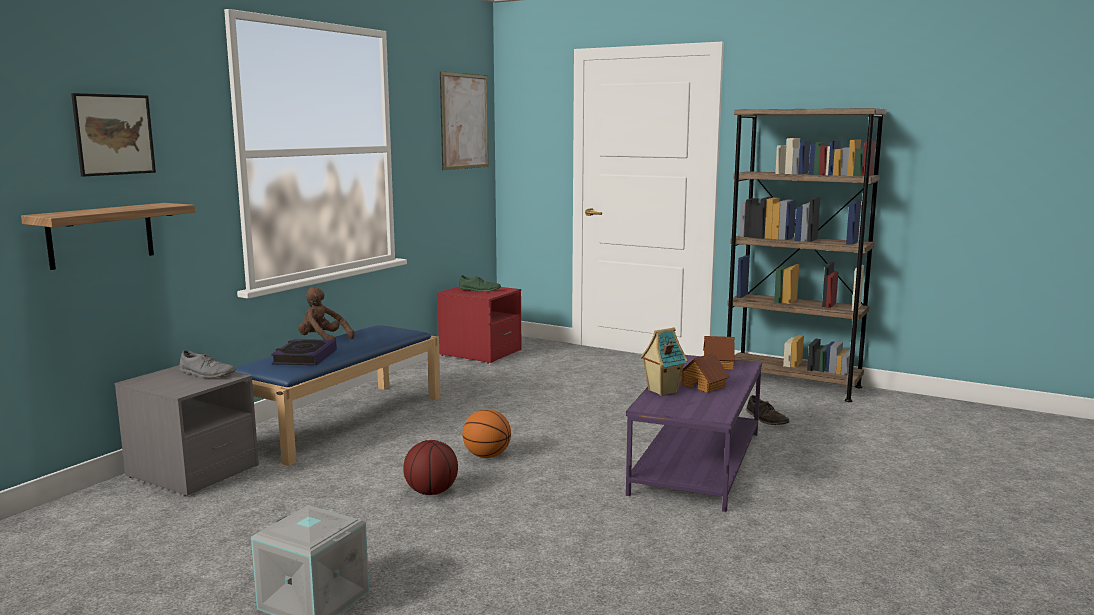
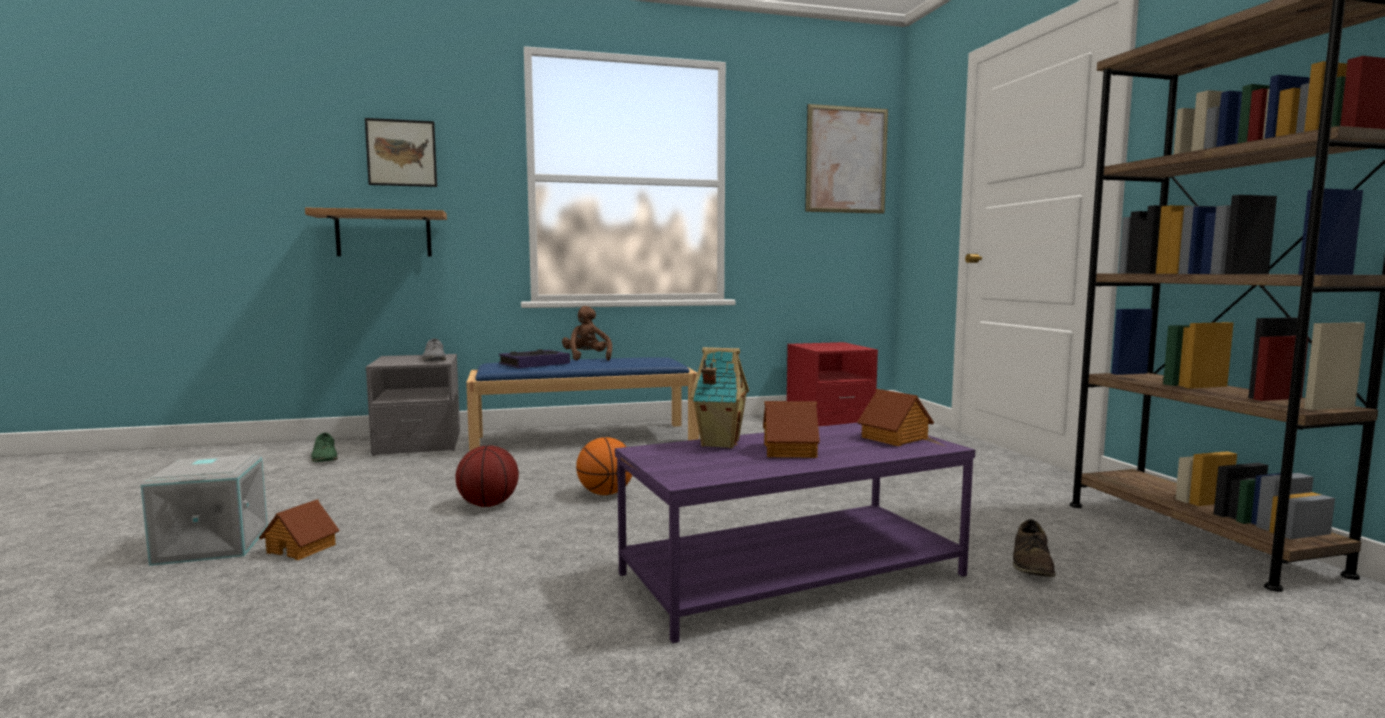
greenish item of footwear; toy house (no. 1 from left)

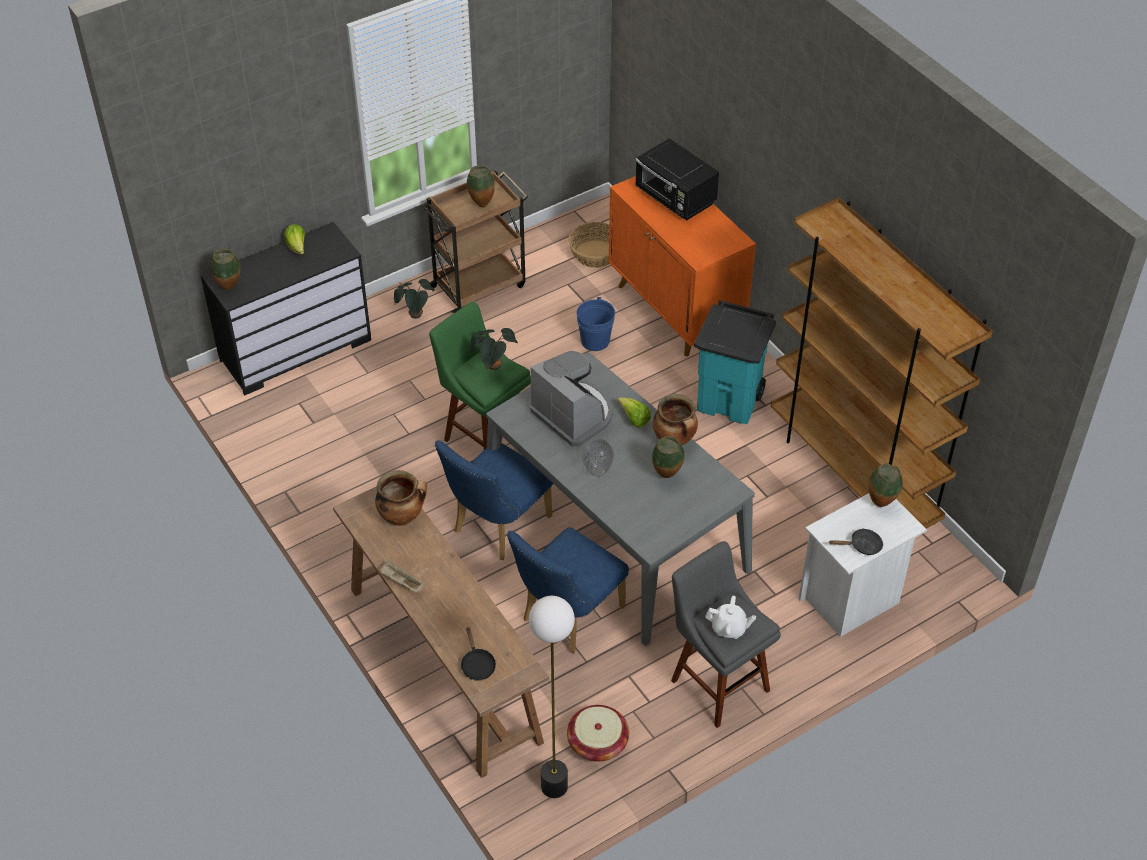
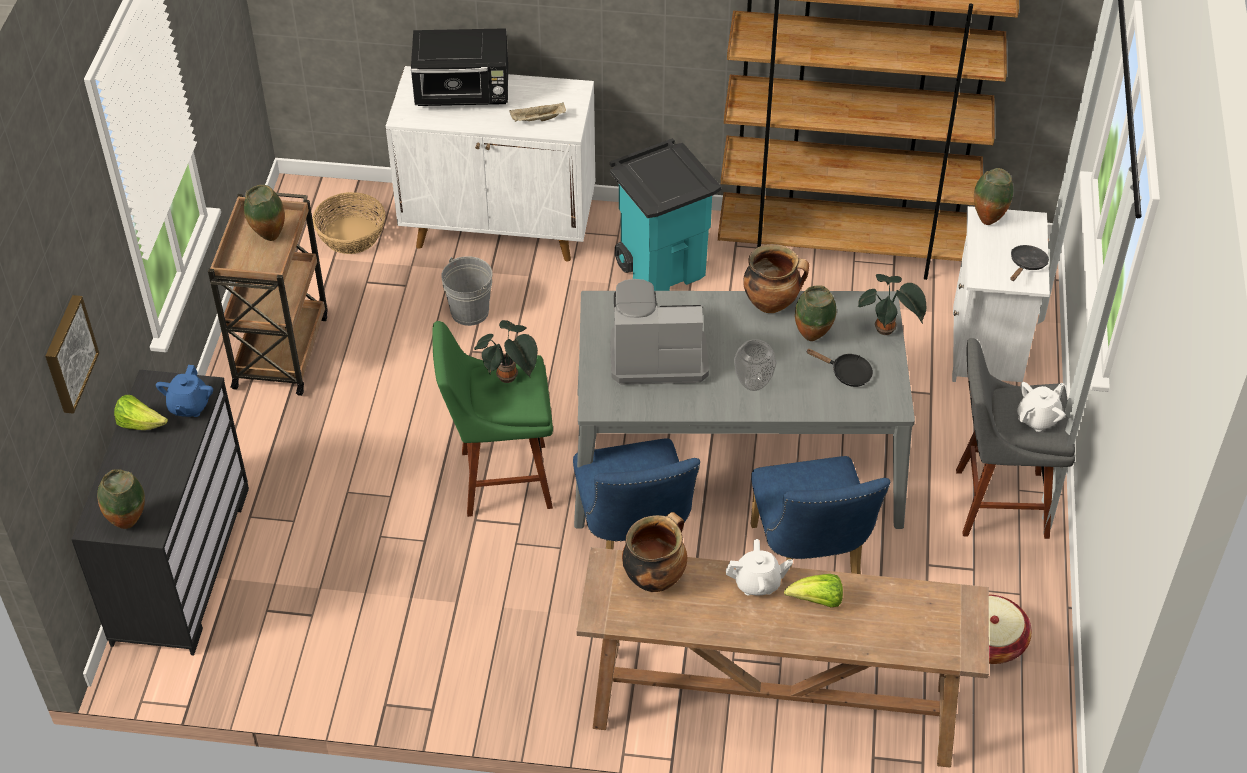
white cupboard; houseplant (no. 2 from left); greyish pail; lettuce (no. 2 from left); beige tray; standing lamp; blackish pan (no. 1 from left); wall picture; blue pot for tea; white pot for tea (no. 1 from left)

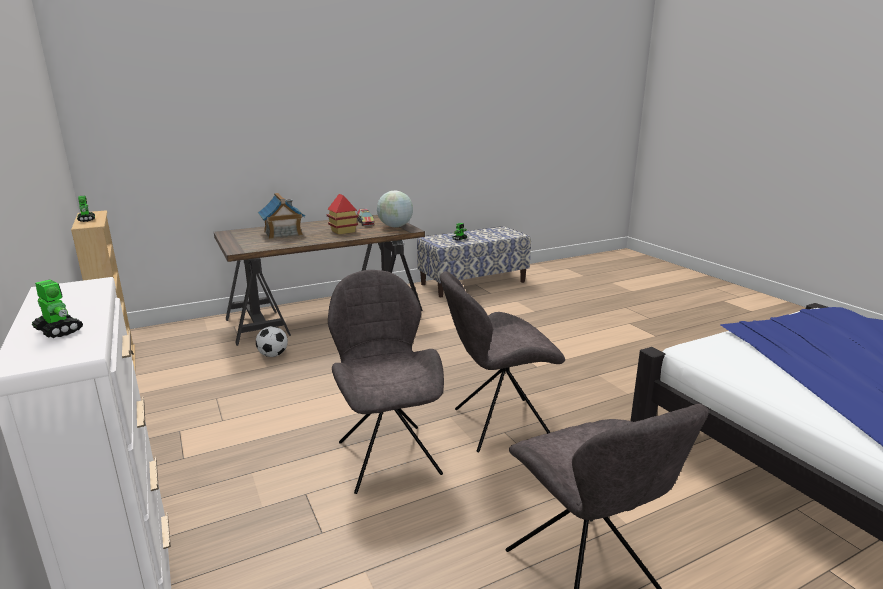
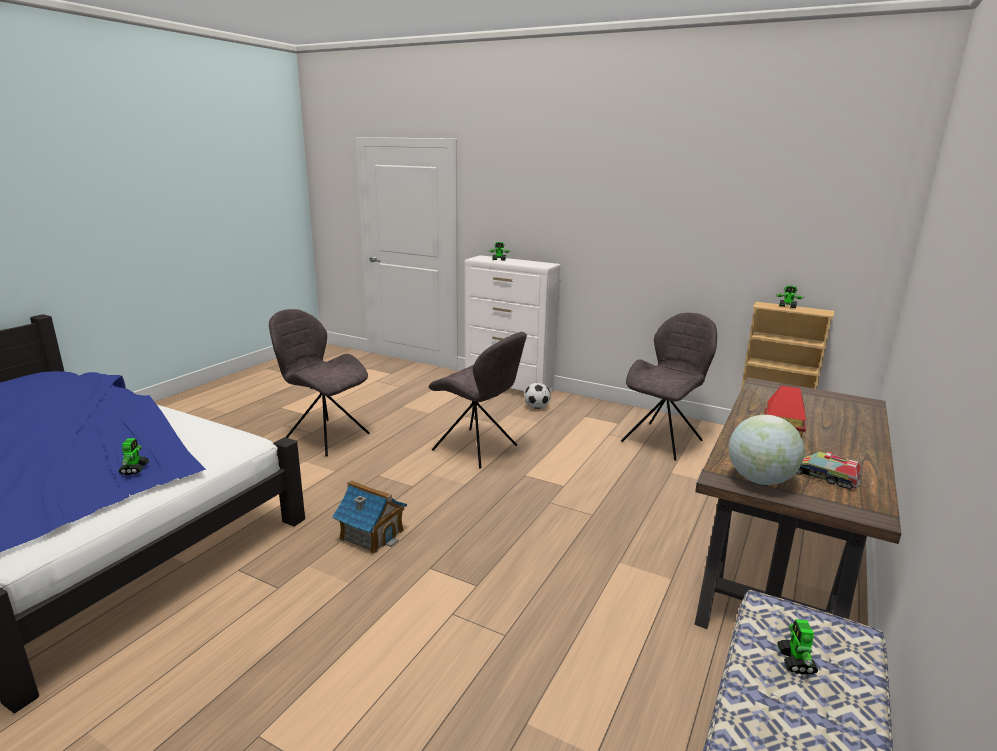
toy house (no. 1 from left); greyish chair (no. 3 from left); football; toy robot (no. 1 from left)

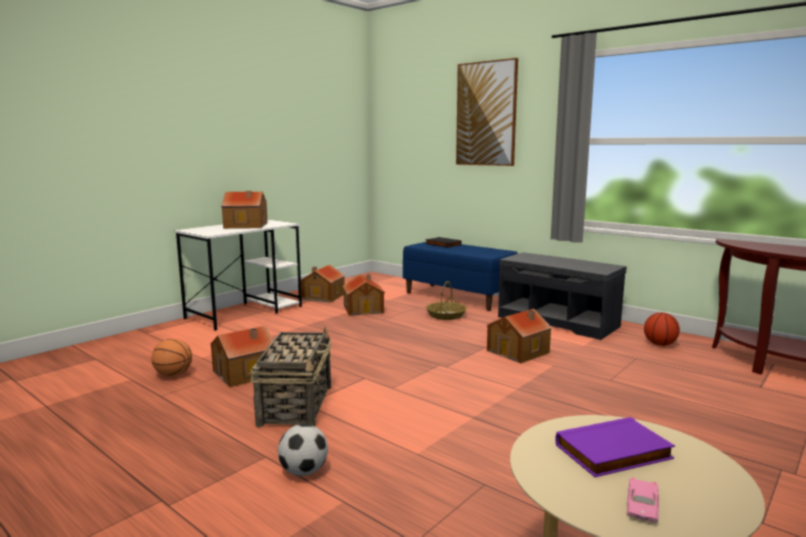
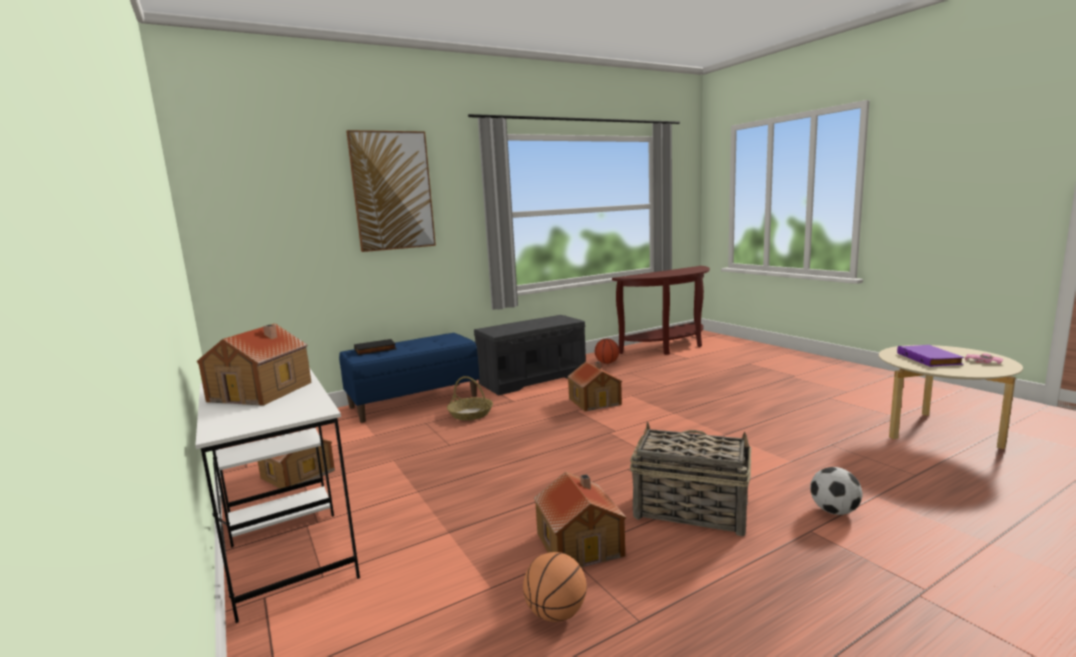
toy house (no. 4 from left in the first image)

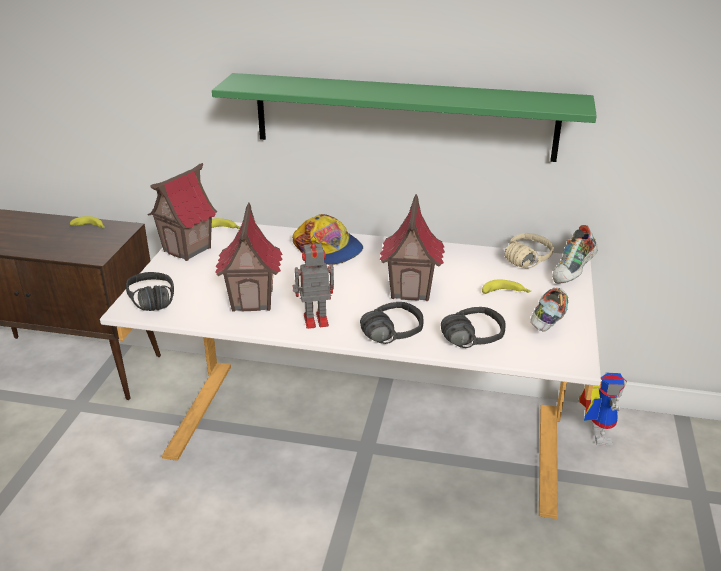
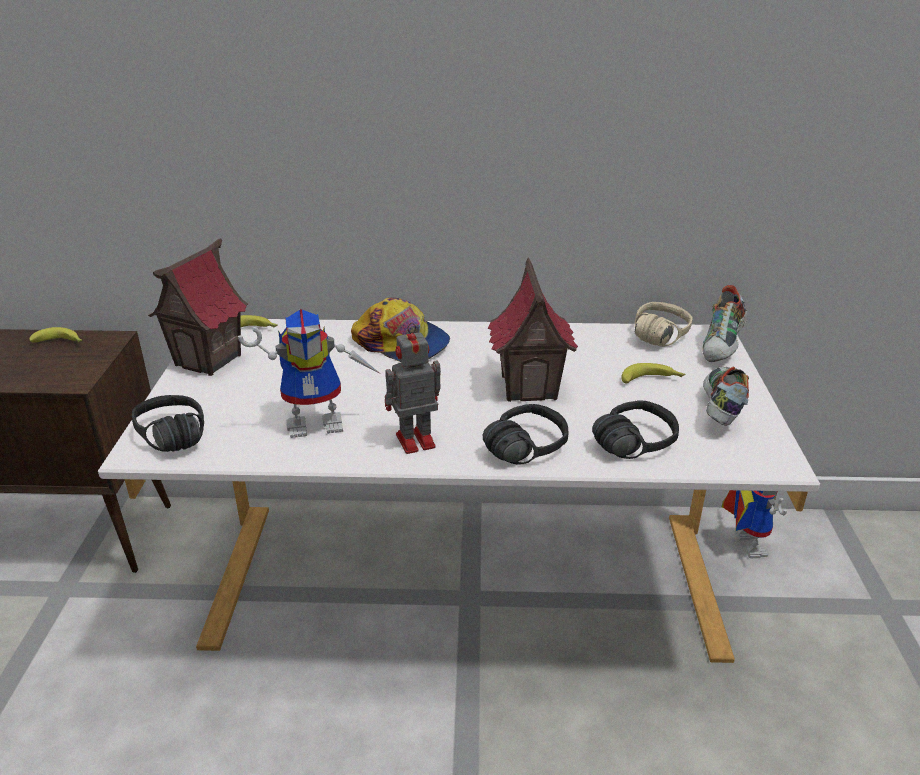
greenish shelf; toy robot (no. 1 from left)

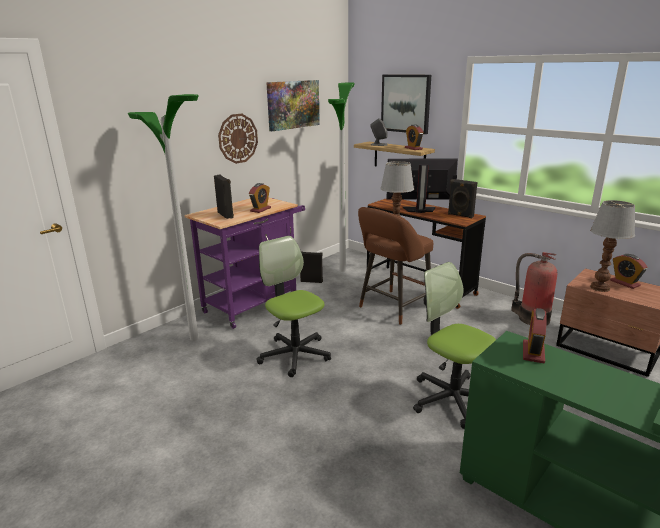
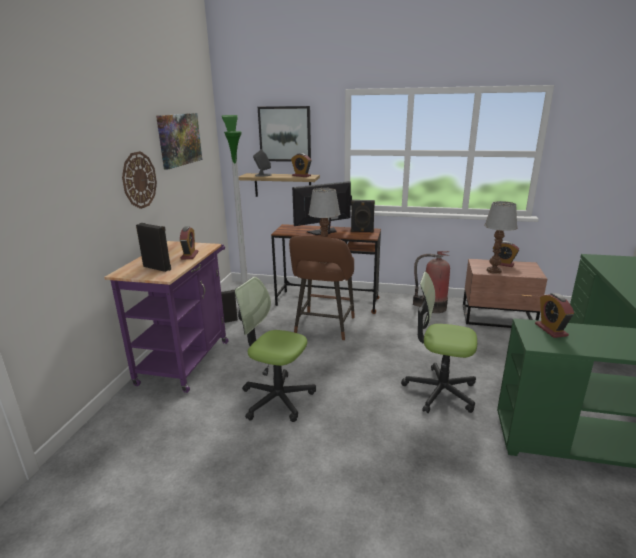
standing lamp (no. 1 from left in the first image)

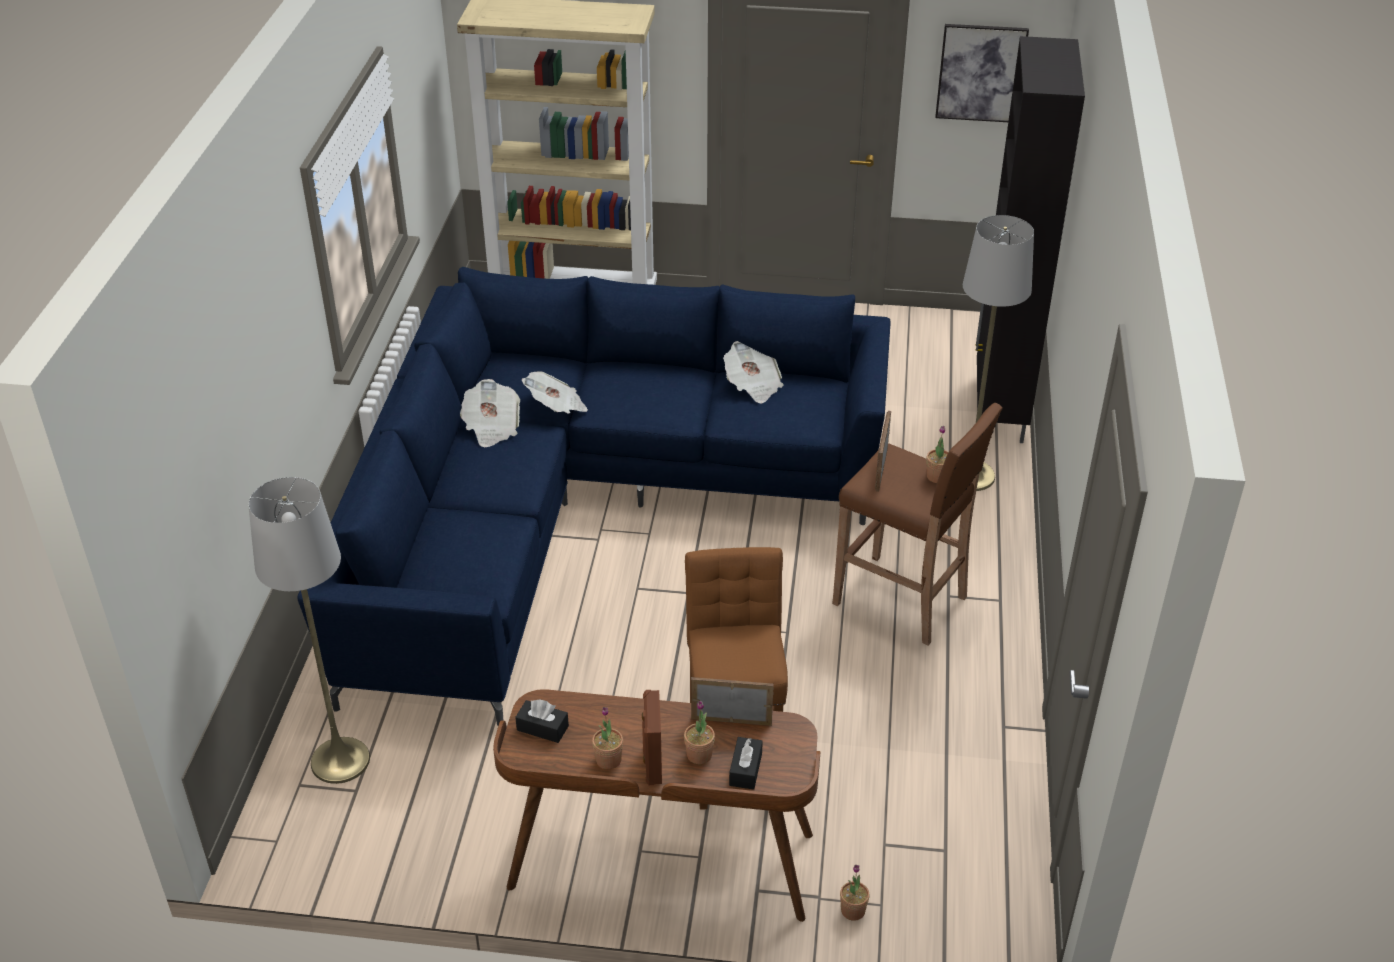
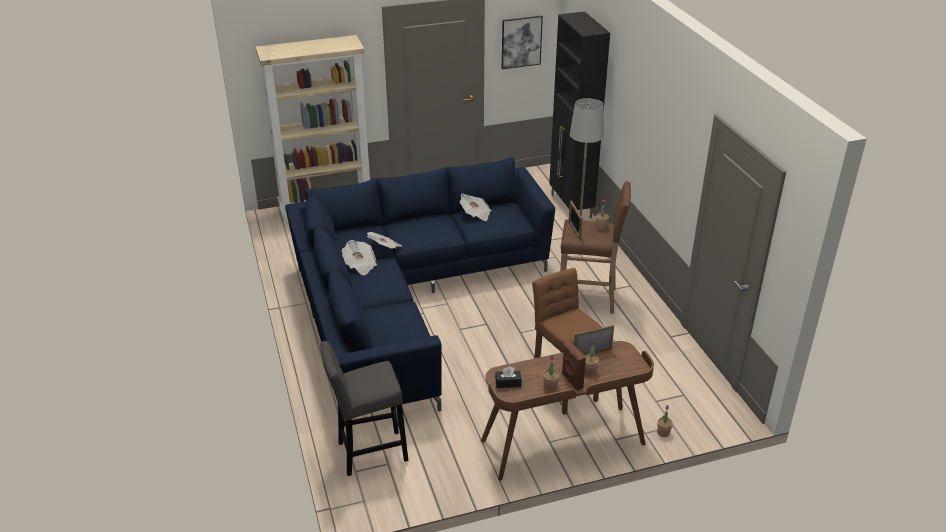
greyish sitting stool; blackish tissue box (no. 2 from left in the first image)

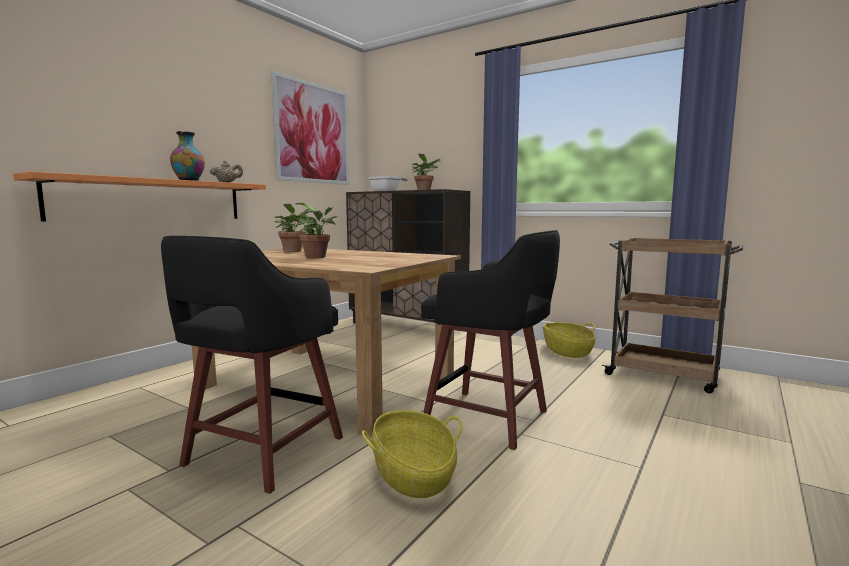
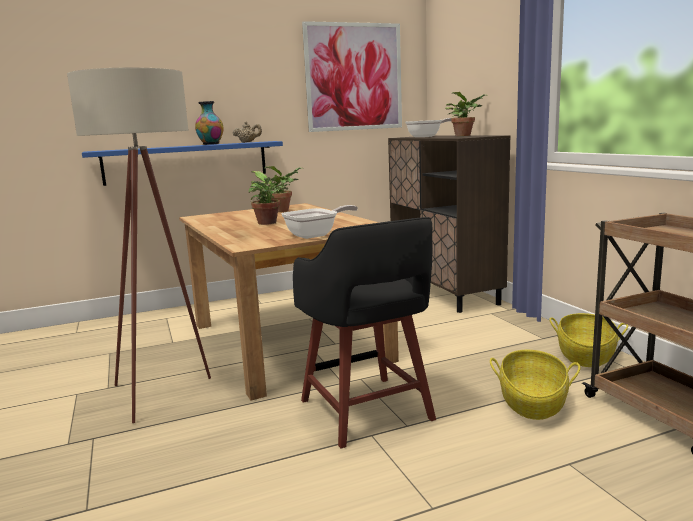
blue shelf; beige standing lamp; basket (no. 1 from left); pan (no. 1 from left)

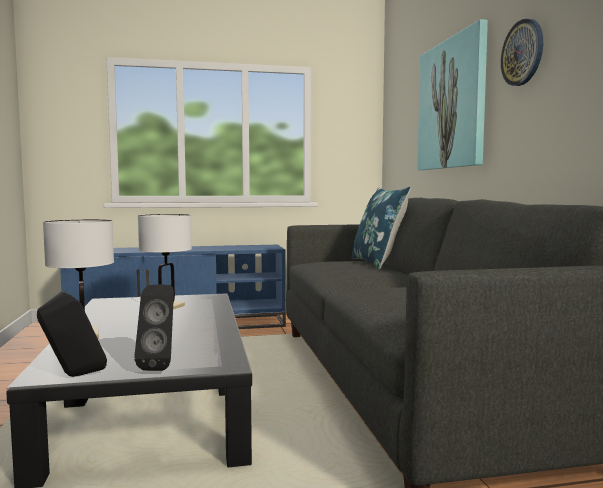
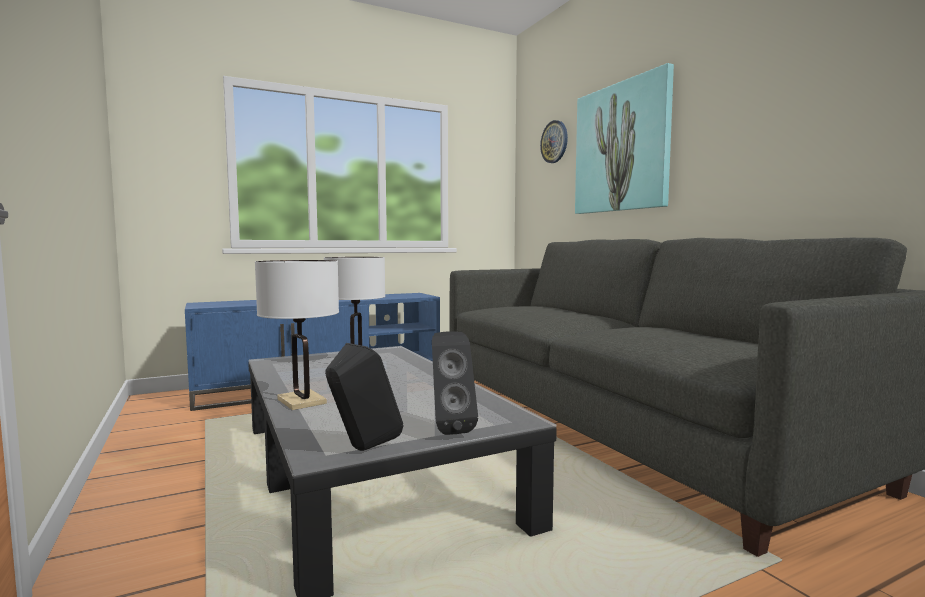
clock on the wall; blue throw pillow

